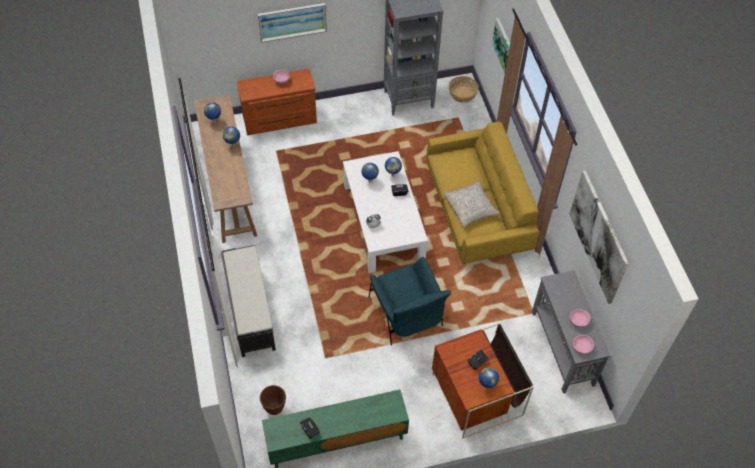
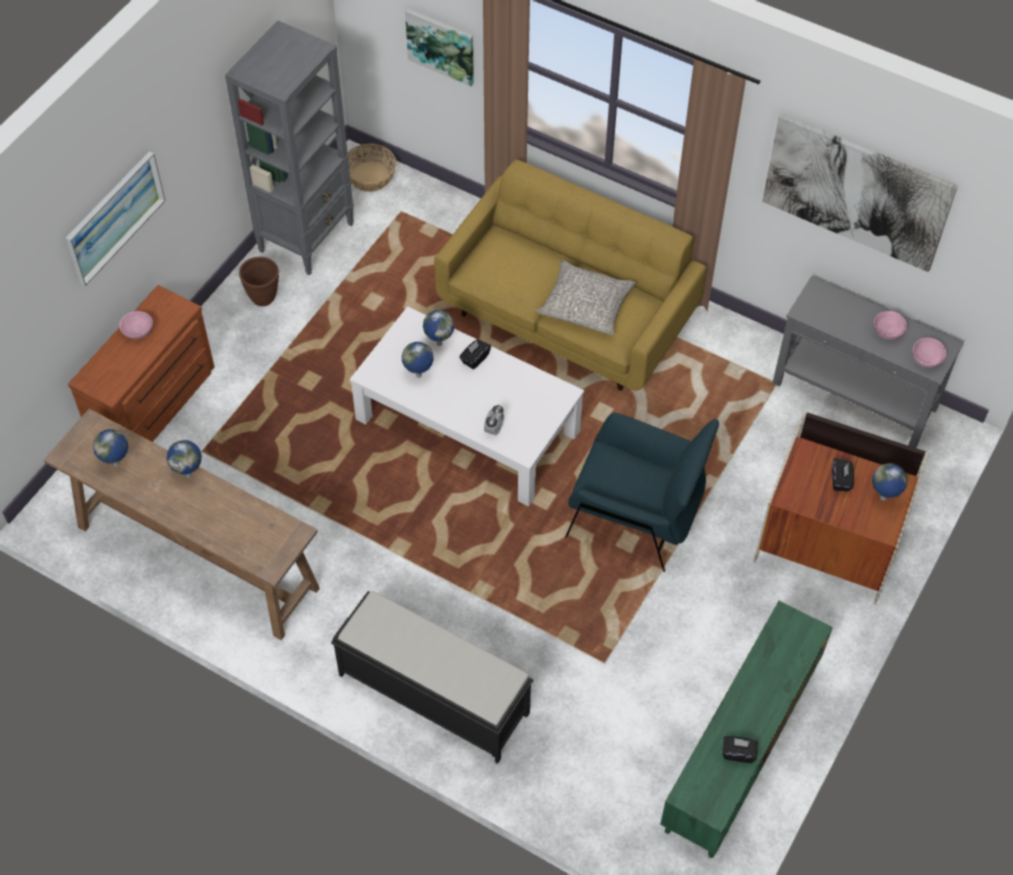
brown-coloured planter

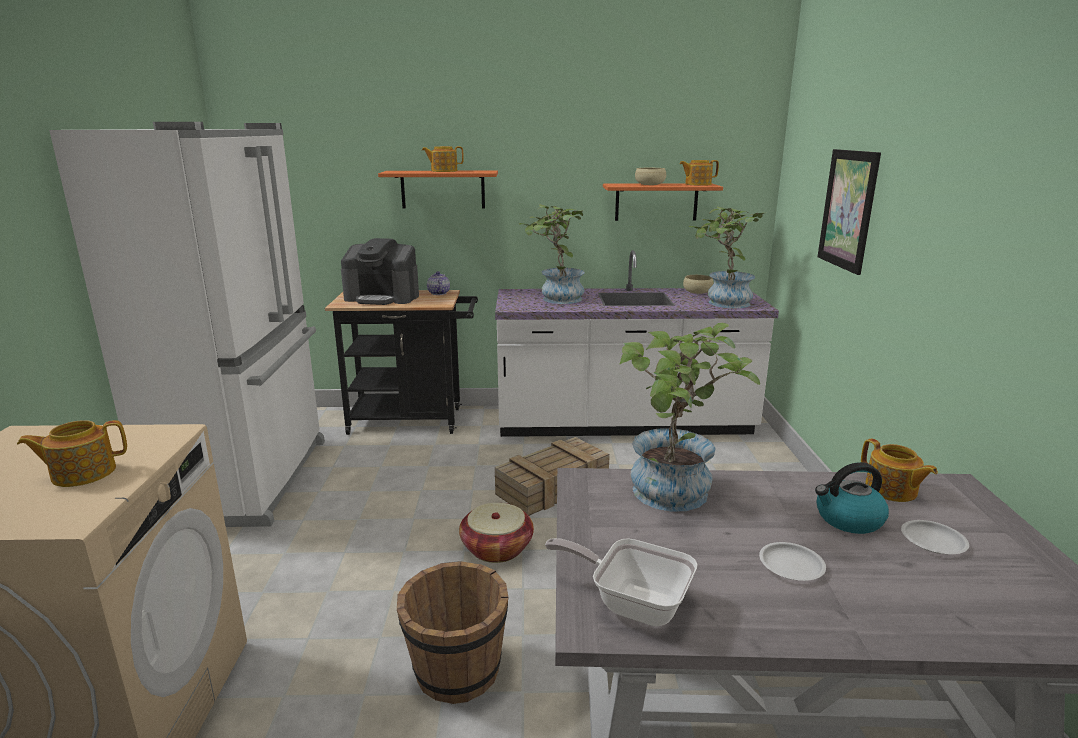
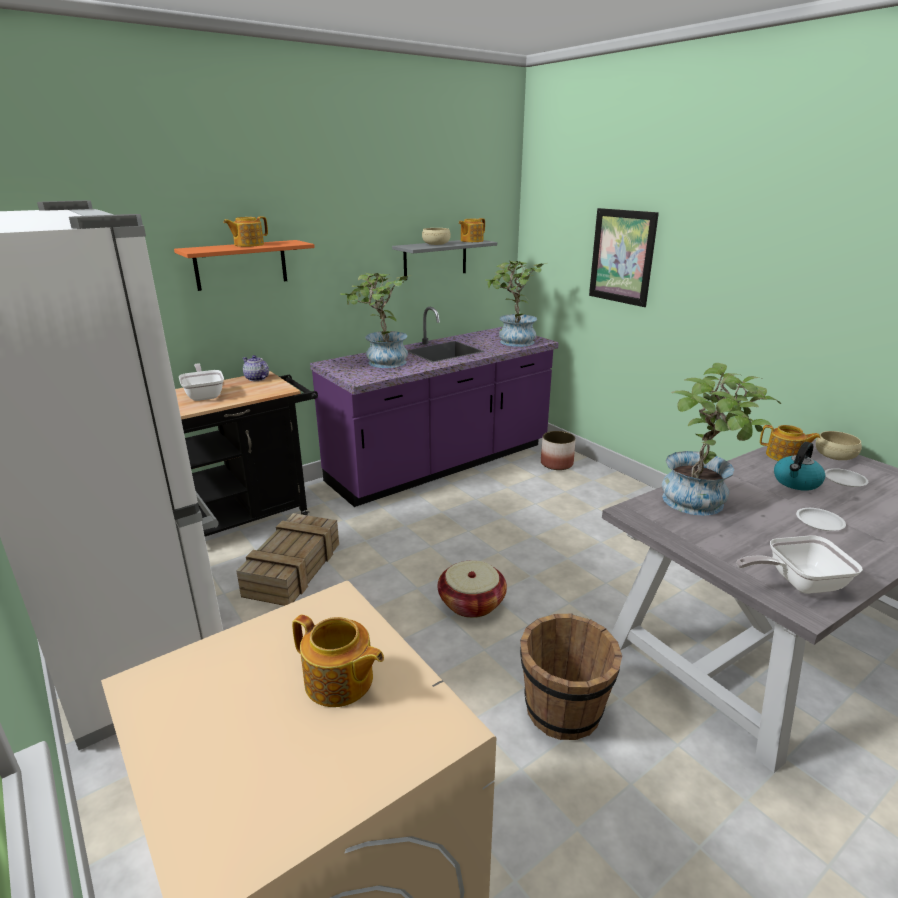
greyish shelf; pan (no. 1 from left); purple-coloured kitchen counter; beige serving bowl (no. 2 from left); pot for tea (no. 3 from left); packing crate; planter

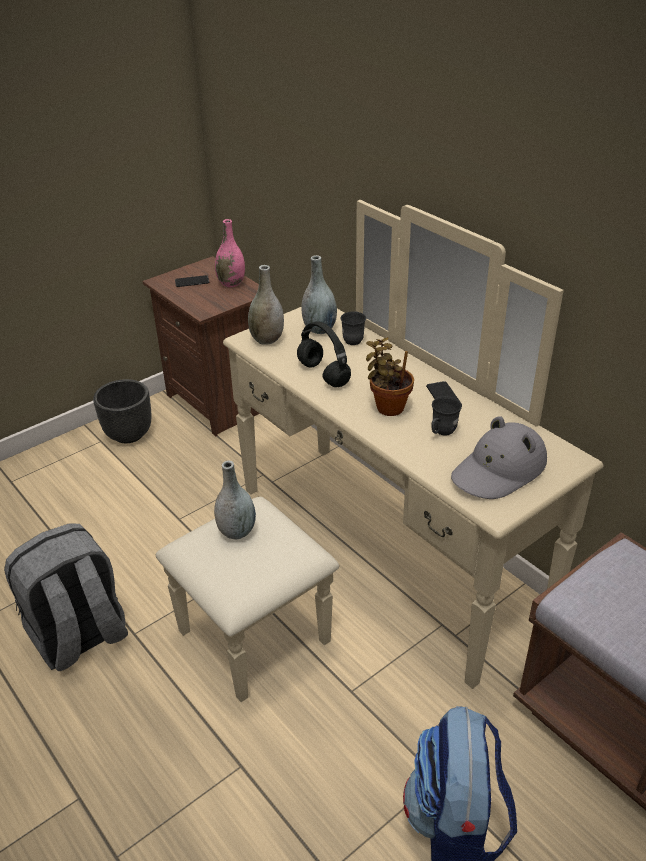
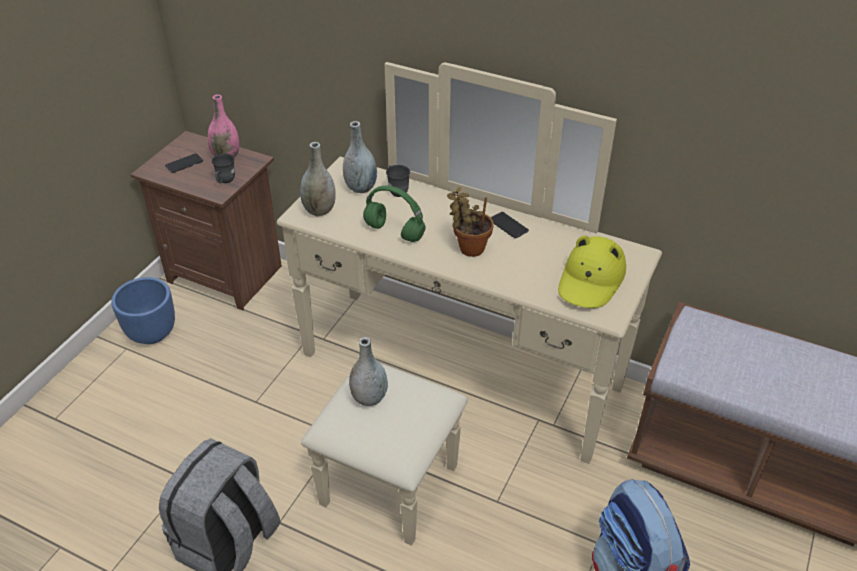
greenish pair of headphones; blue planter; greyish mug (no. 1 from left); yellowish hat

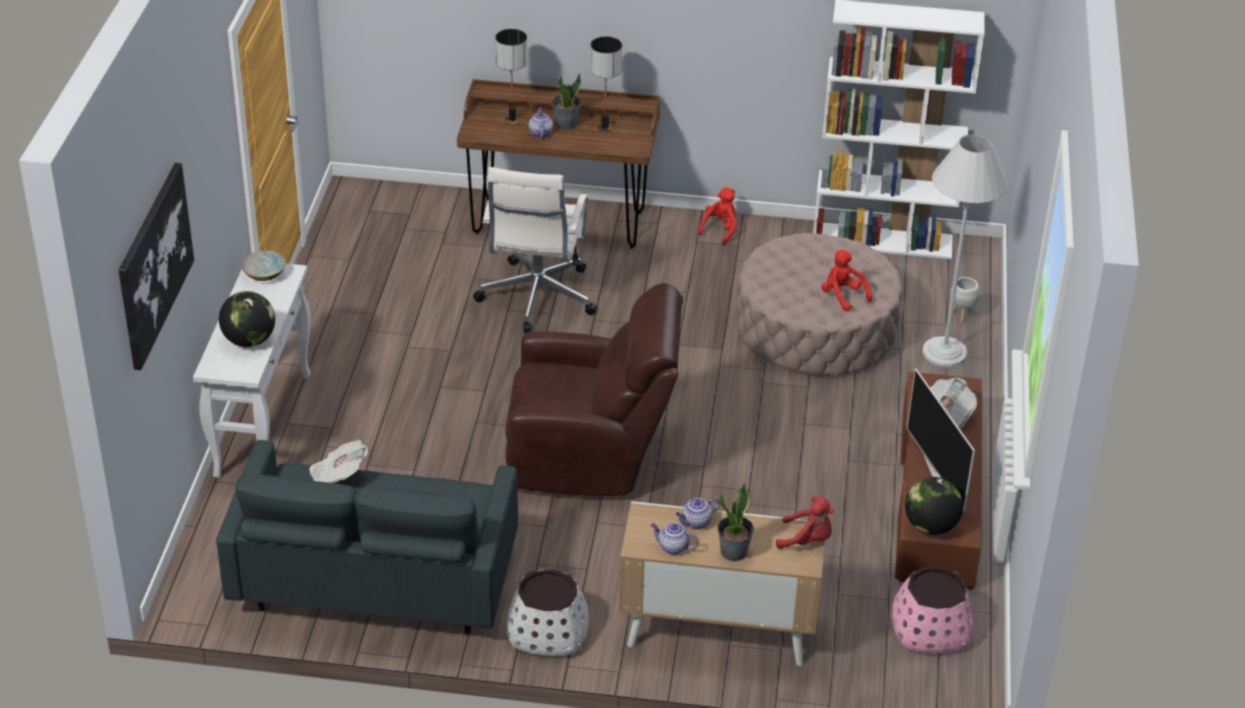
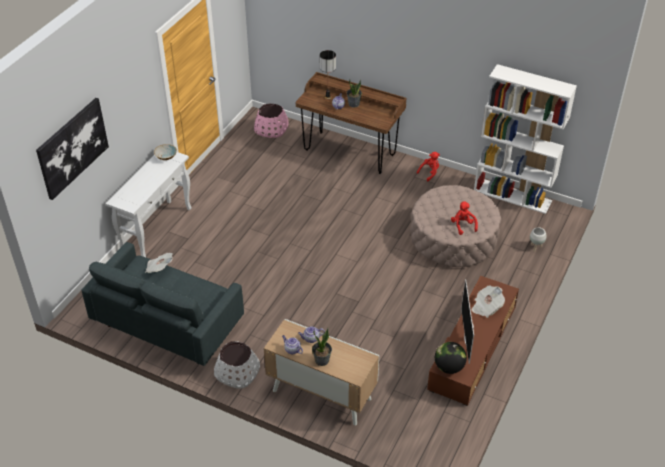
lamp for a table (no. 2 from left in the first image); white standing lamp; white office chair; brown-coloured lounge chair; world globe (no. 1 from left in the first image); red soft toy (no. 2 from left in the first image); pink planter

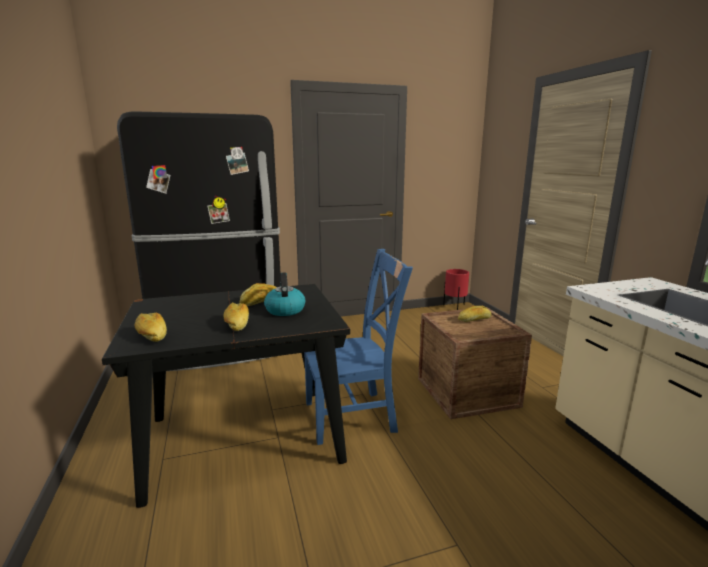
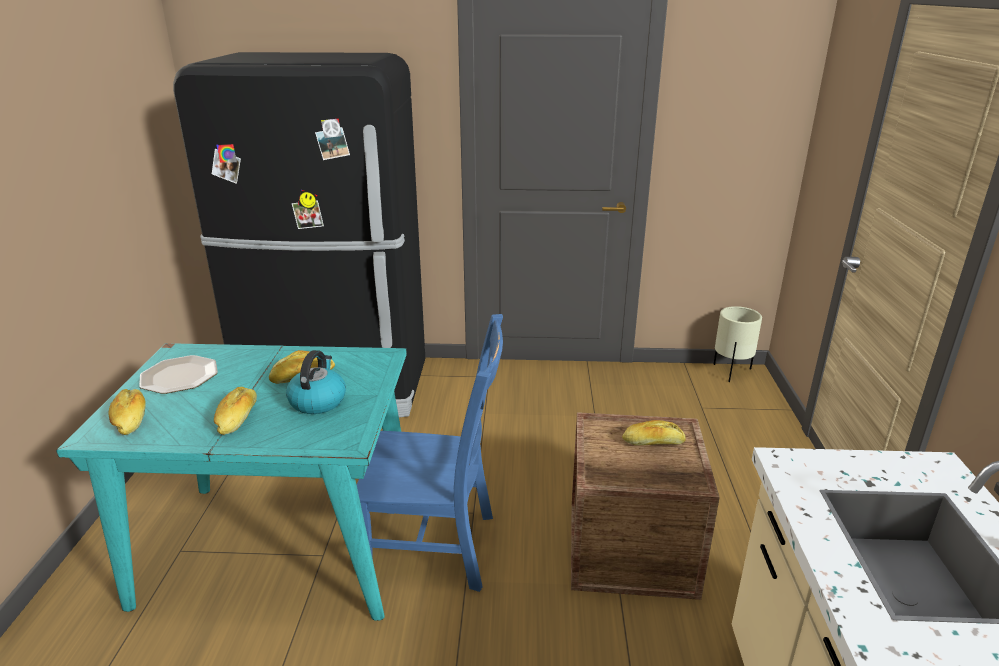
beige planter; turquoise-coloured dinner table; flat dish

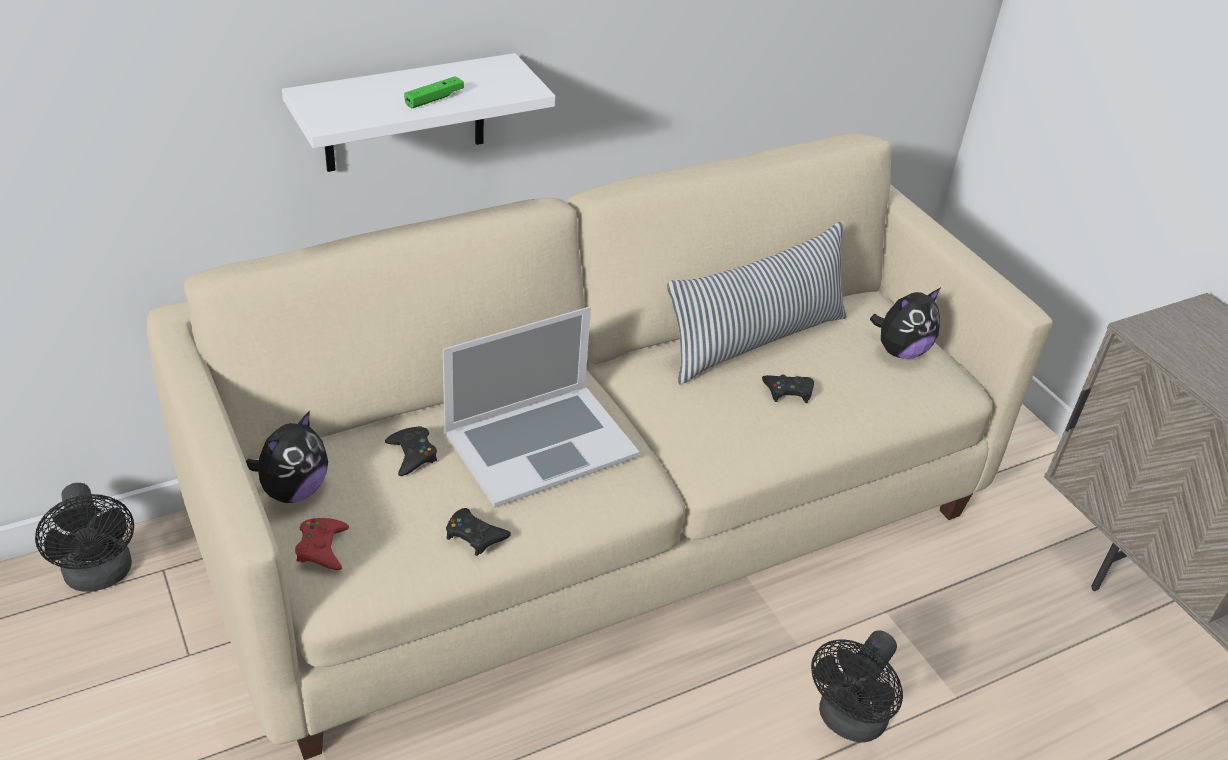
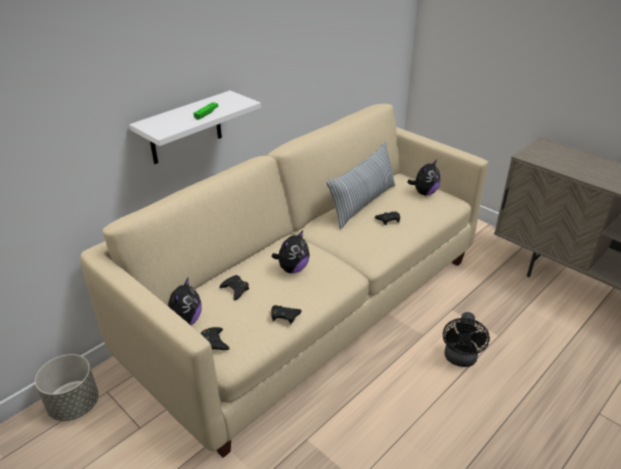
soft toy (no. 2 from left); greyish planter; blackish game controller (no. 1 from left)

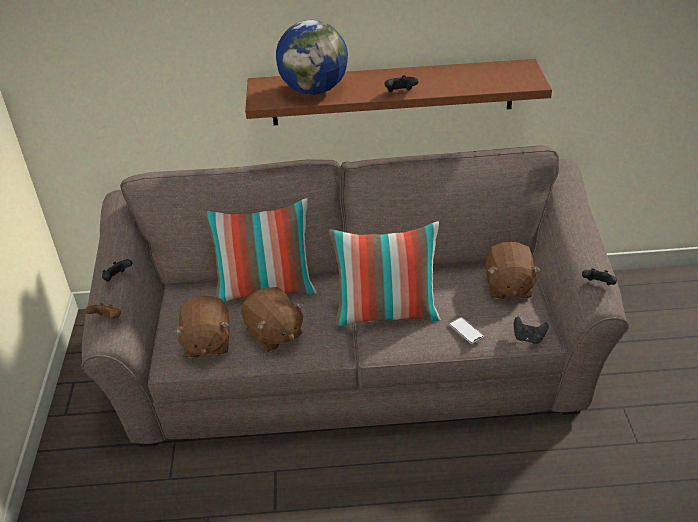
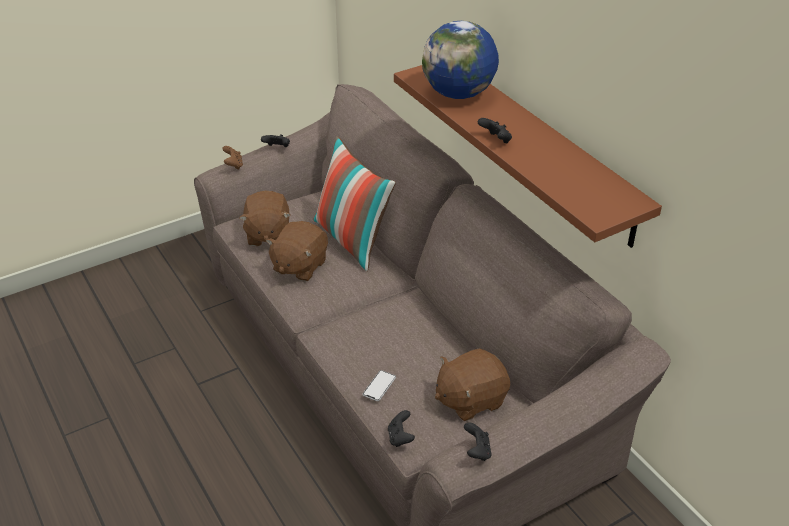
throw pillow (no. 2 from left in the first image); brown-coloured soft toy (no. 1 from left)

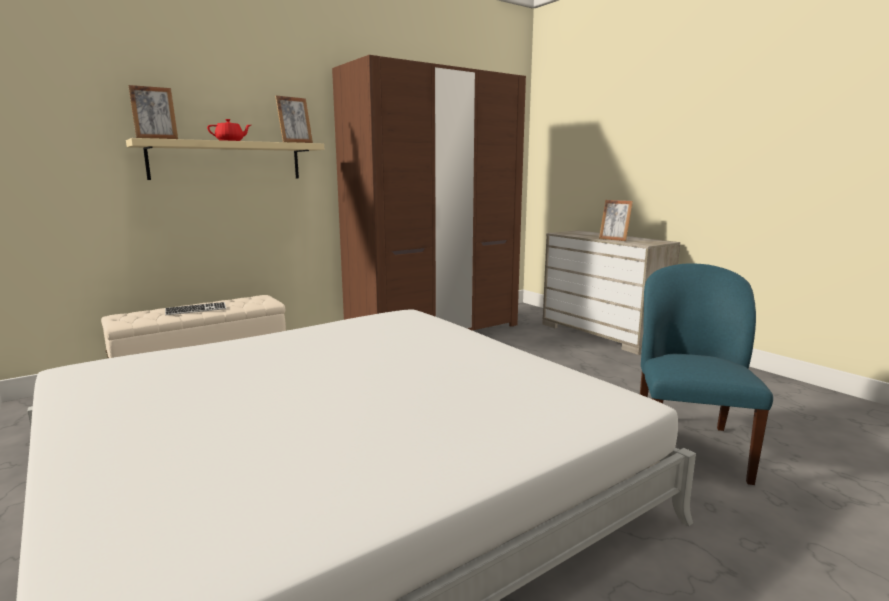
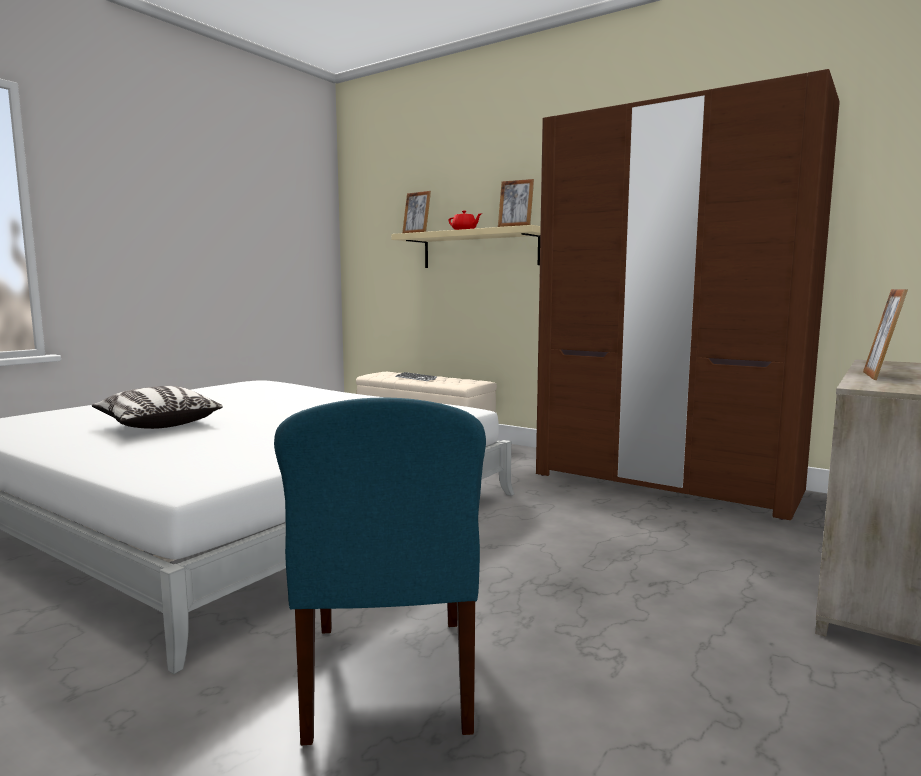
blue chair; throw pillow

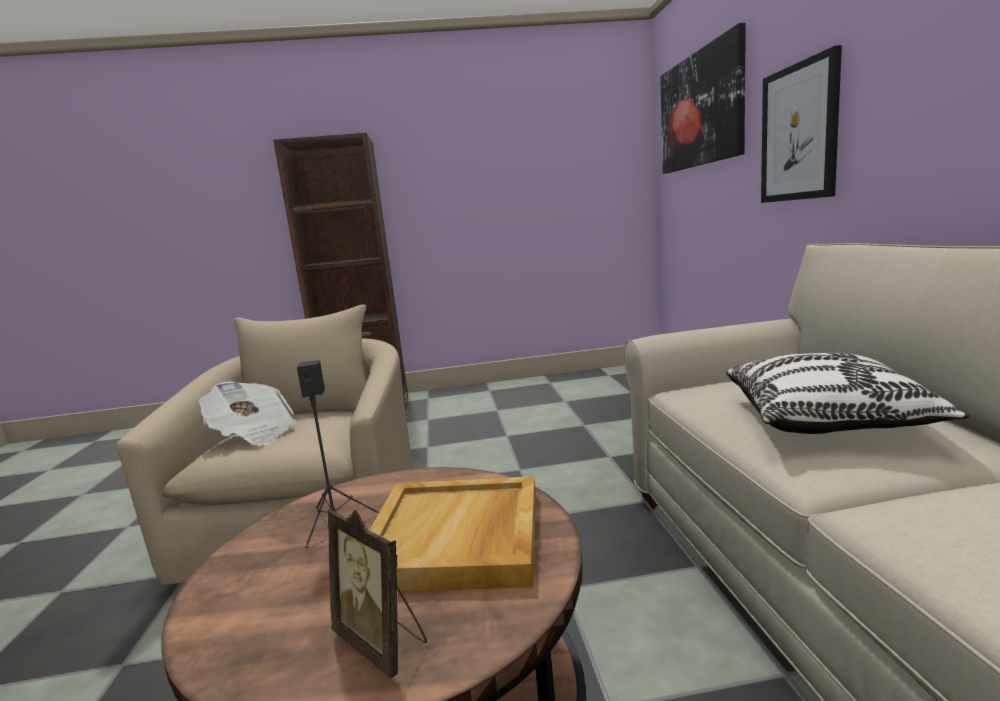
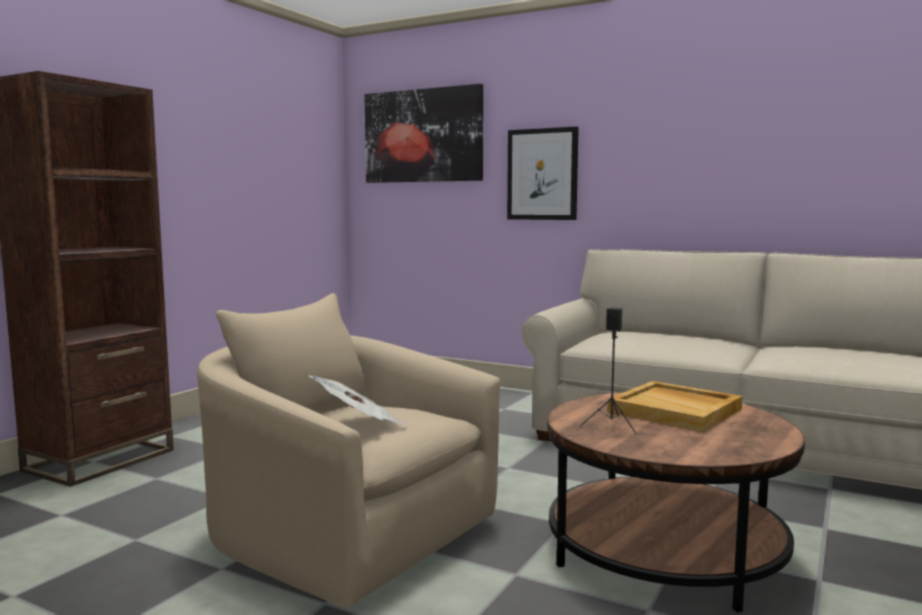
throw pillow; photo frame

